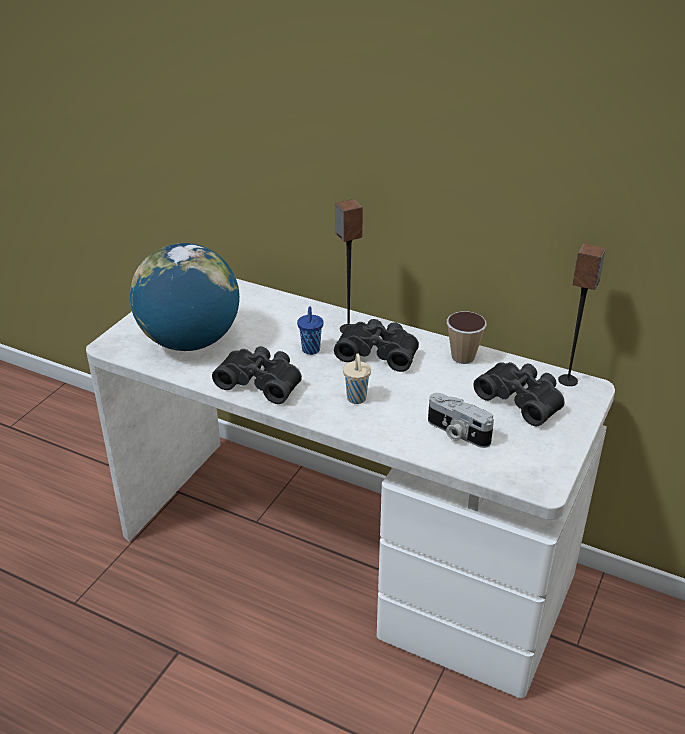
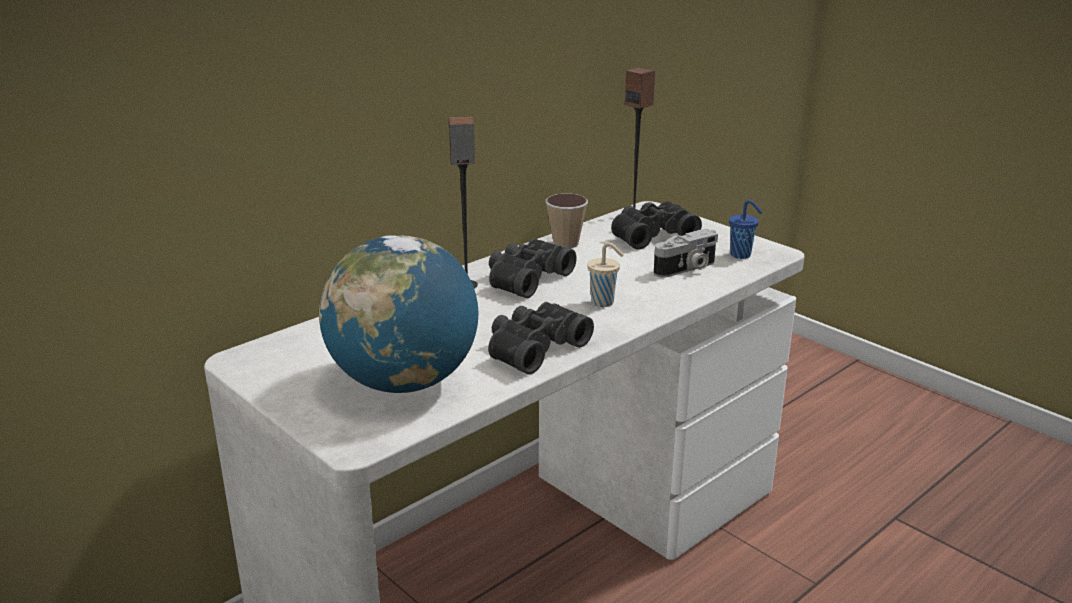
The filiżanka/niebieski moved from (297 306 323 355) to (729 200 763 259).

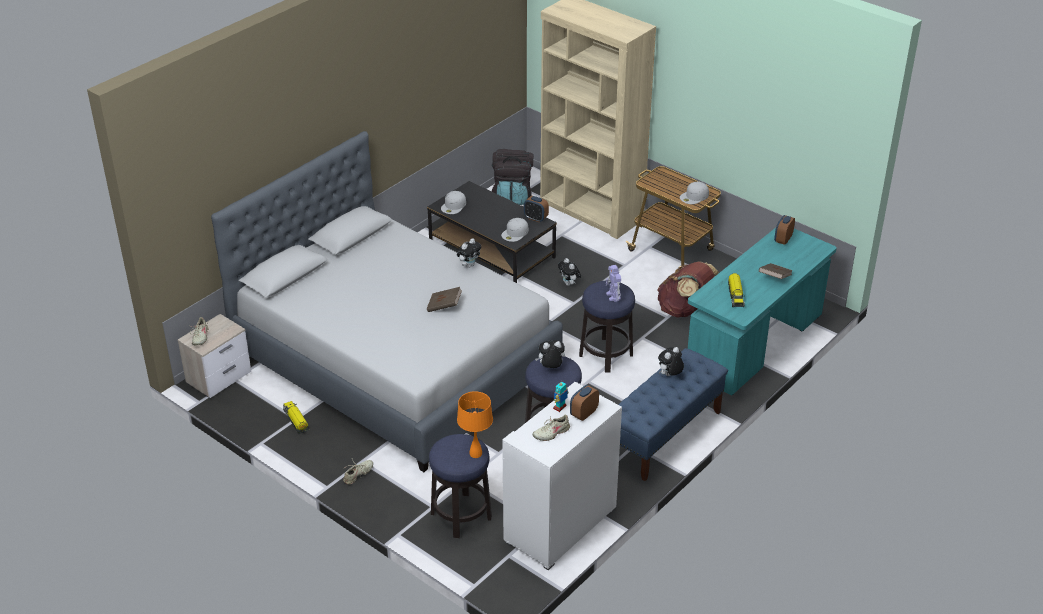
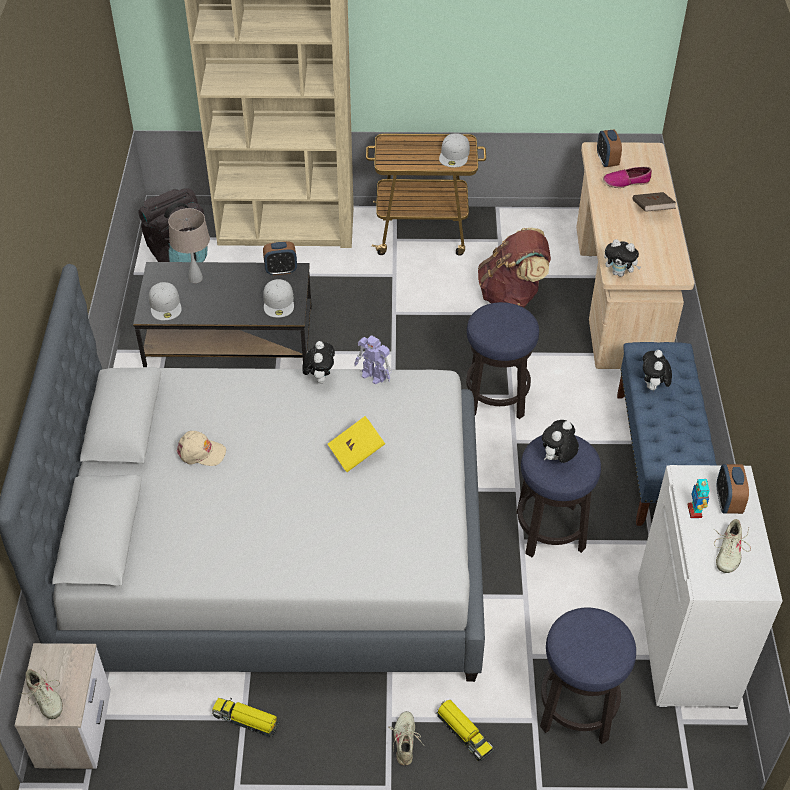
The książka/brązowy at (427 287 462 312) became the książka/żółty at (328 416 385 472).
The lampa stołowa/pomarańczowy at (457 391 493 458) disappeared.
The pluszak moved from (558 258 581 286) to (604 239 641 277).
The robot zabawkowy moved from (606 265 621 302) to (354 335 391 385).
The biurko/turkusowy at (688 228 837 396) became the biurko/beżowy at (576 142 694 369).
The ciężarówka zabawkowa moved from (728 273 745 307) to (436 700 493 761).
The lampa stołowa/beżowy at (168 208 210 283) appeared.
The czapka z daszkiem/beżowy at (176 431 226 466) appeared.
The but at (603 167 652 188) appeared.

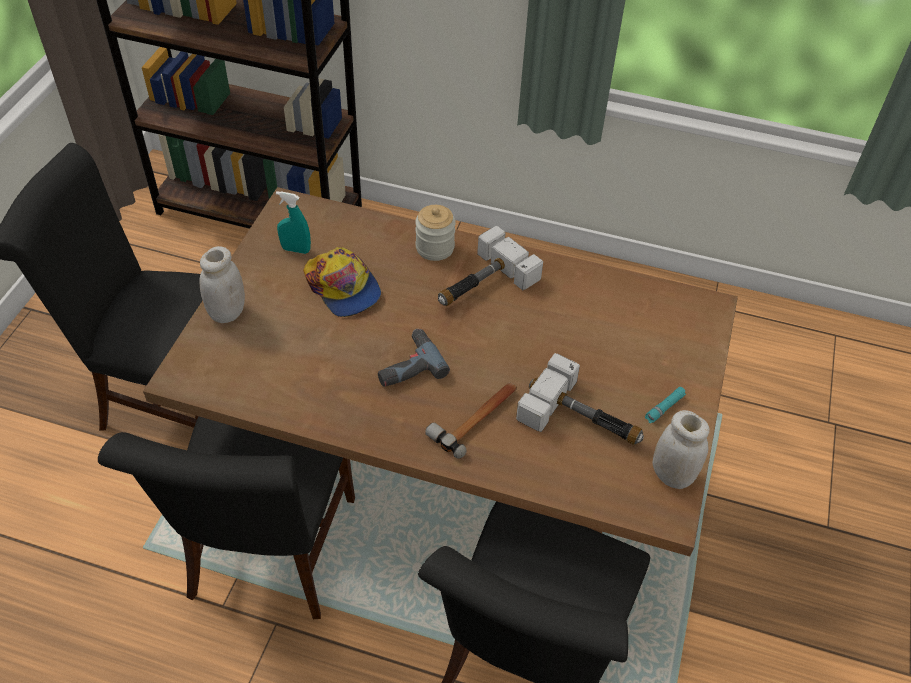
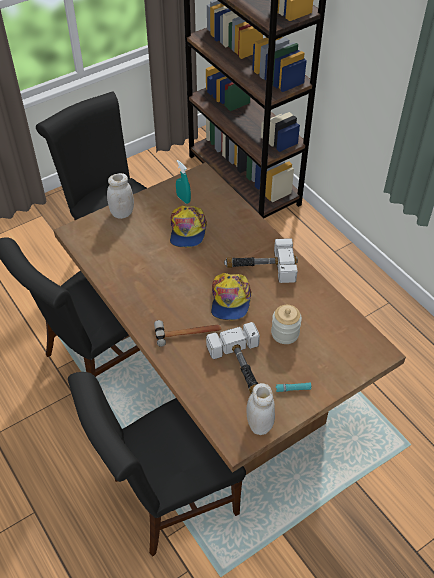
The wiertarka at (378 329 450 387) disappeared.
The słoik moved from (415 205 456 261) to (271 305 302 344).
The czapka z daszkiem at (211 273 252 320) appeared.

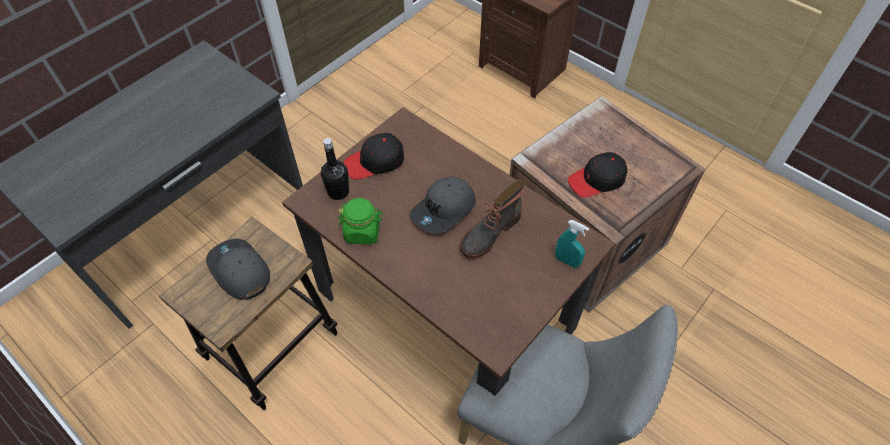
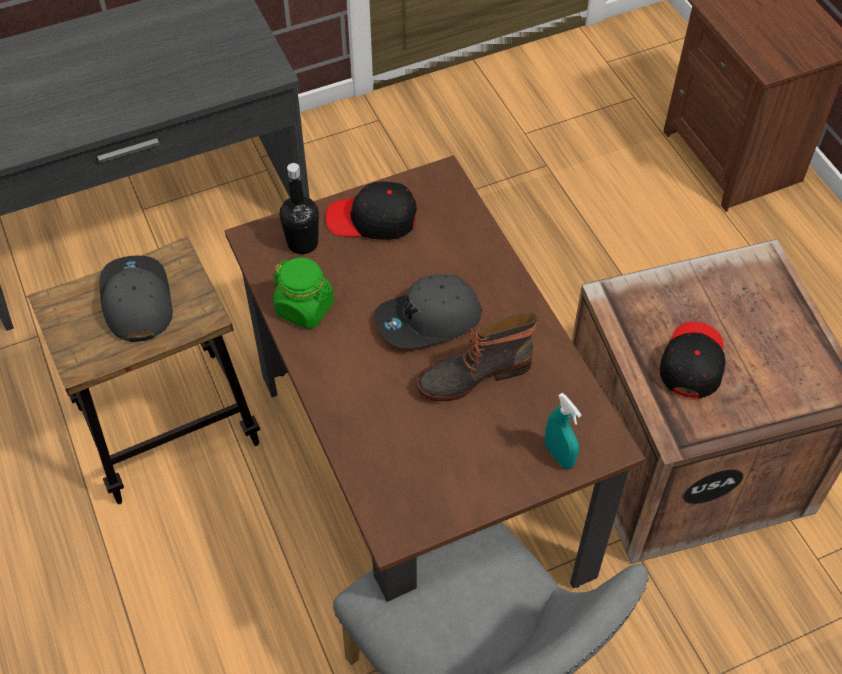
The czapka z daszkiem/czarny at (568 152 627 198) turned 105 degrees clockwise.

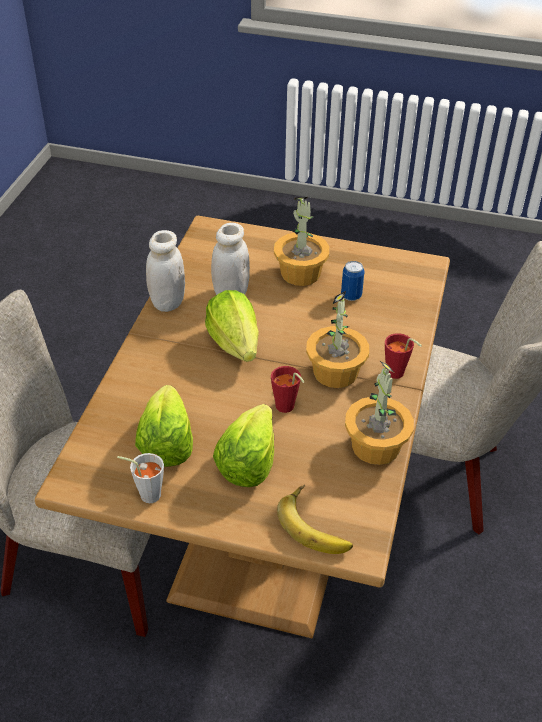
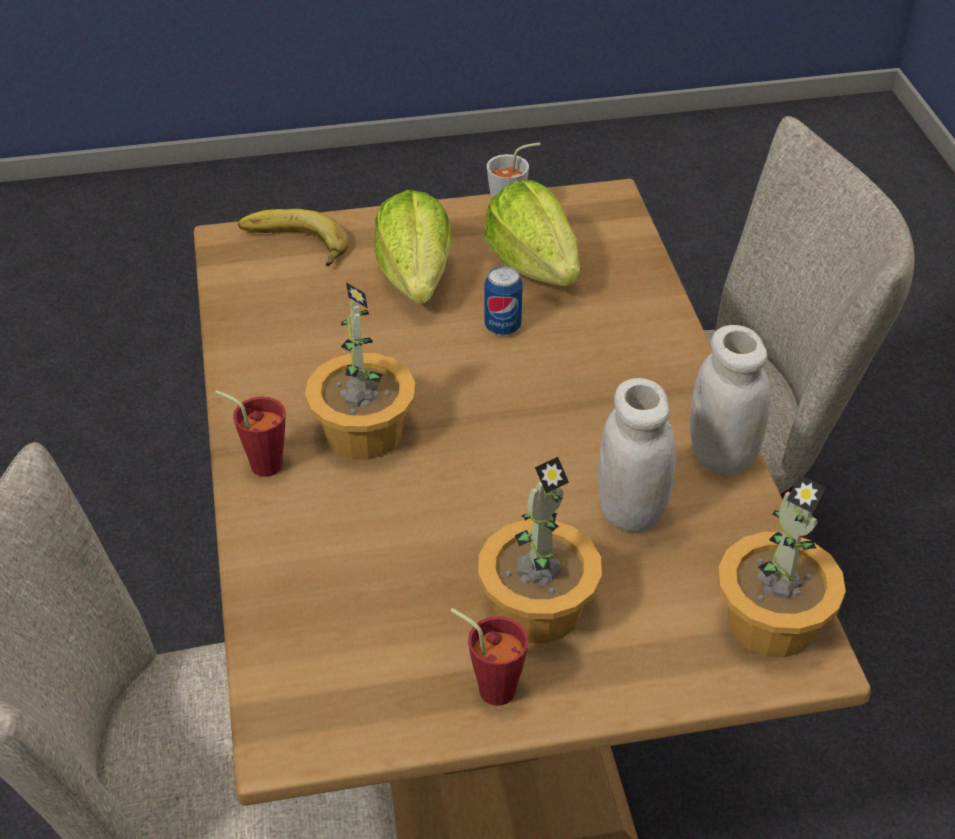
The sałata at (205 290 259 362) disappeared.
The filiżanka/czerwony moved from (271 366 305 413) to (450 608 529 706).
The puszka moved from (341 261 365 301) to (484 266 523 336).
The roślina doniczkowa moved from (345 360 414 465) to (718 475 846 658).

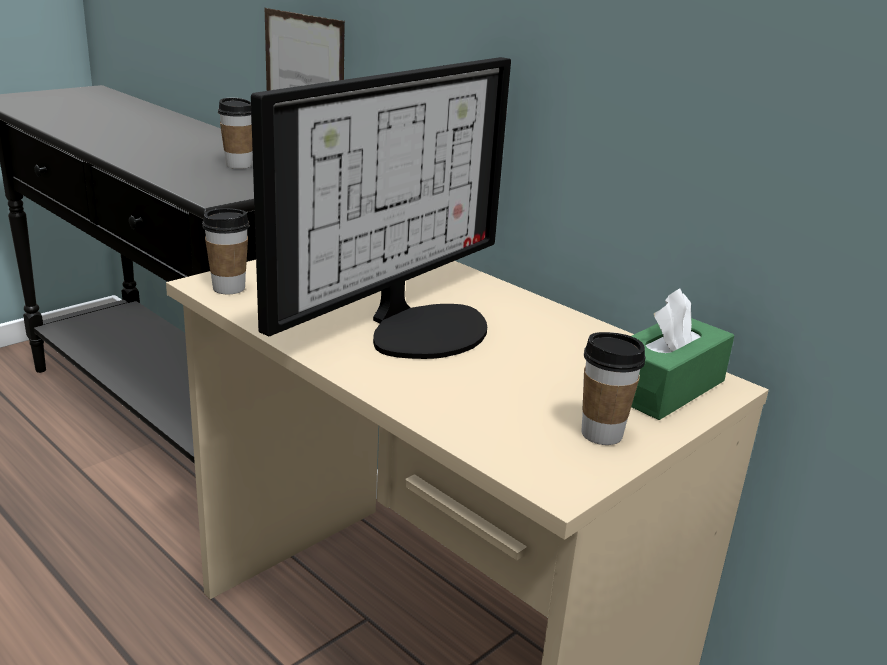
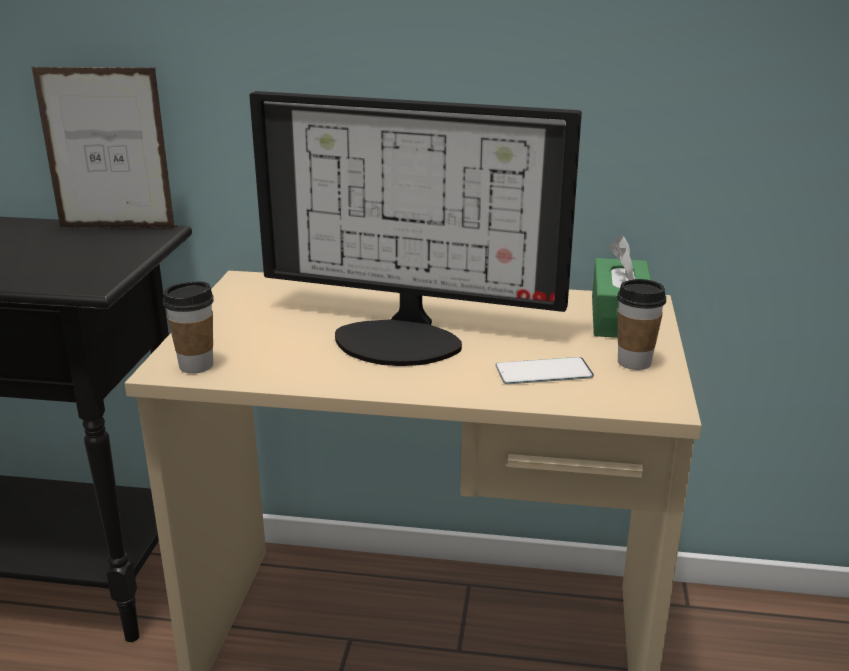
The filiżanka at (218 98 252 169) disappeared.
The monitor at (251 57 511 359) turned 105 degrees clockwise.
The telefon at (495 357 594 384) appeared.

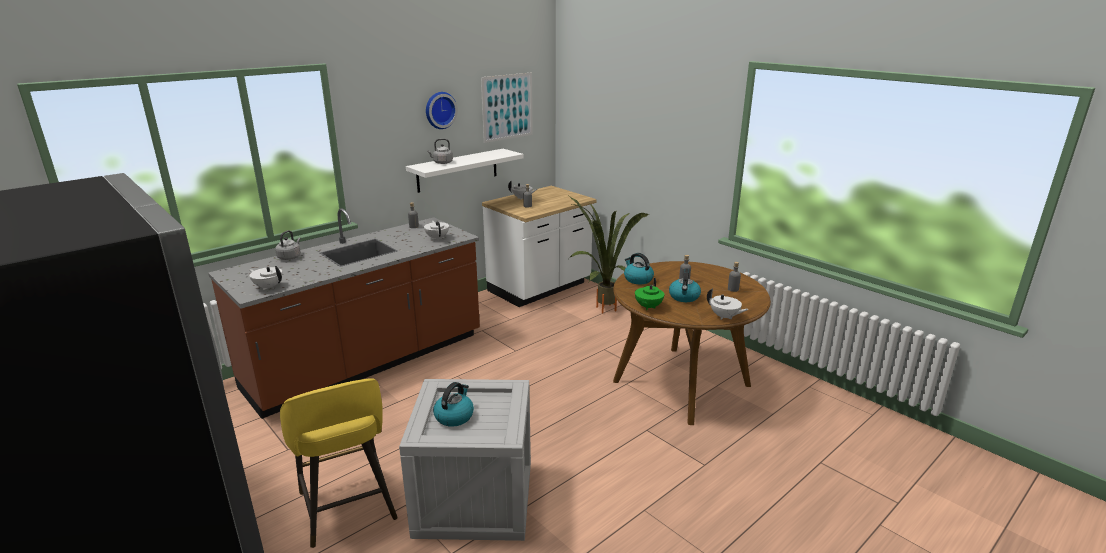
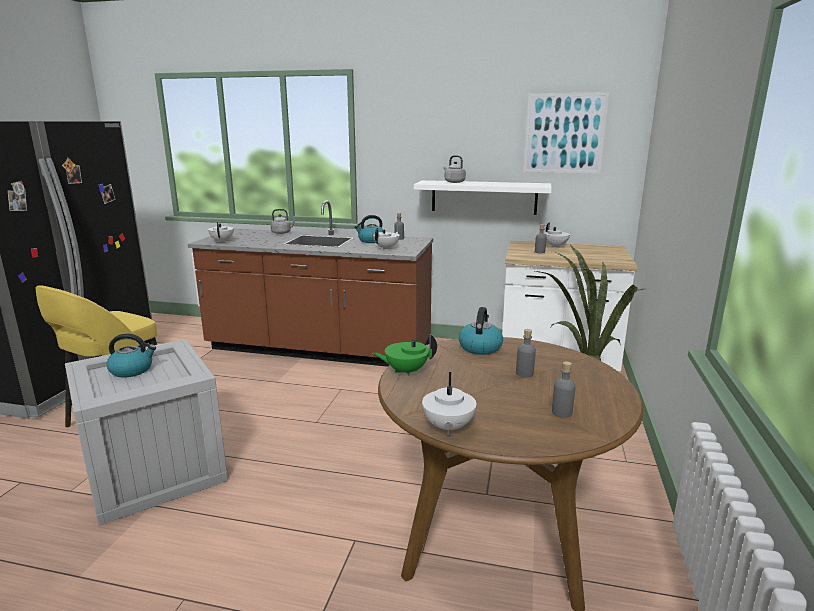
The zegar ścienny at (426 92 458 129) disappeared.
The czajnik moved from (669 268 701 302) to (354 215 383 243).

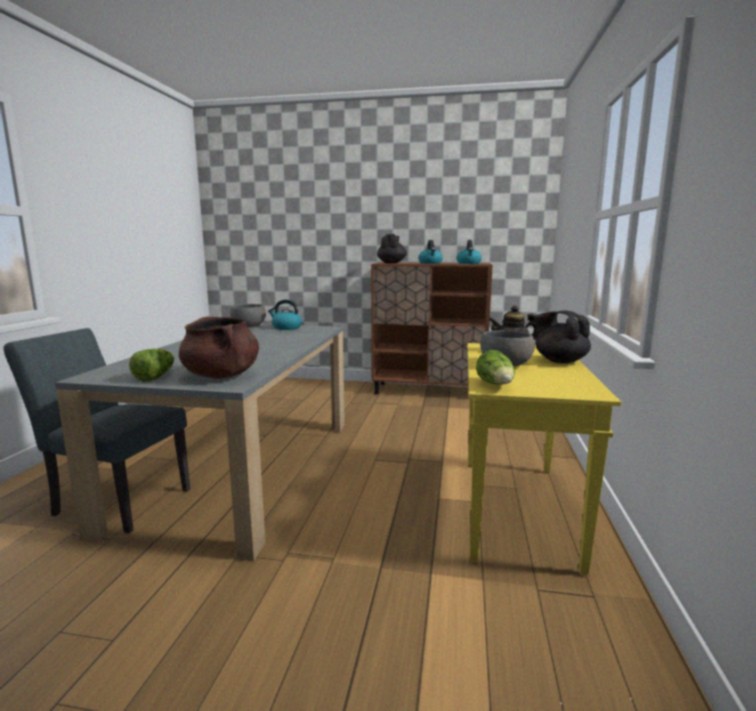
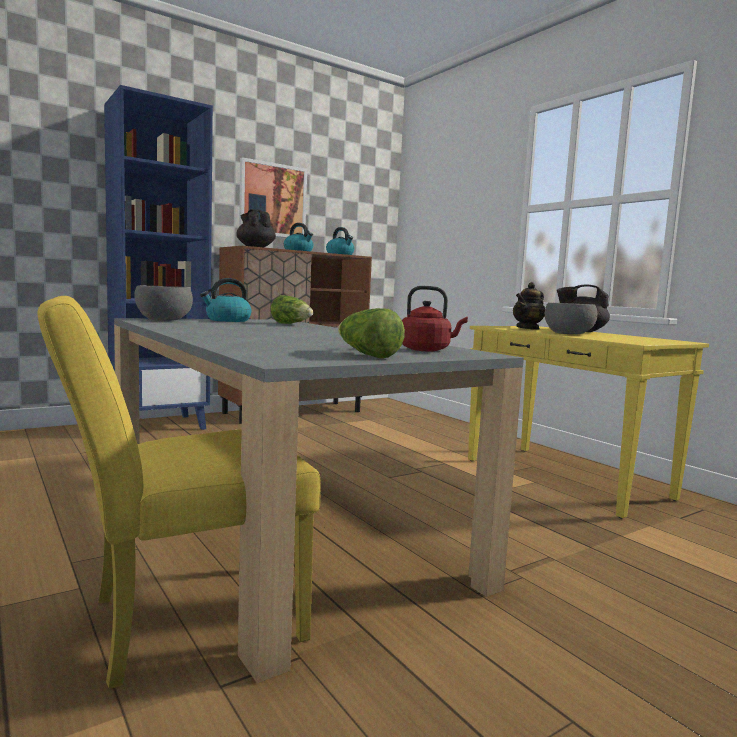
The krzesło/szary at (3 328 190 534) became the krzesło/żółty at (38 296 321 689).
The garnek/brązowy at (179 317 259 379) was replaced by the czajnik/czerwony at (402 286 468 351).
The sałata moved from (476 350 515 385) to (271 295 314 324).
The regał/niebieski at (104 85 213 430) appeared.
The obraz at (239 157 307 238) appeared.

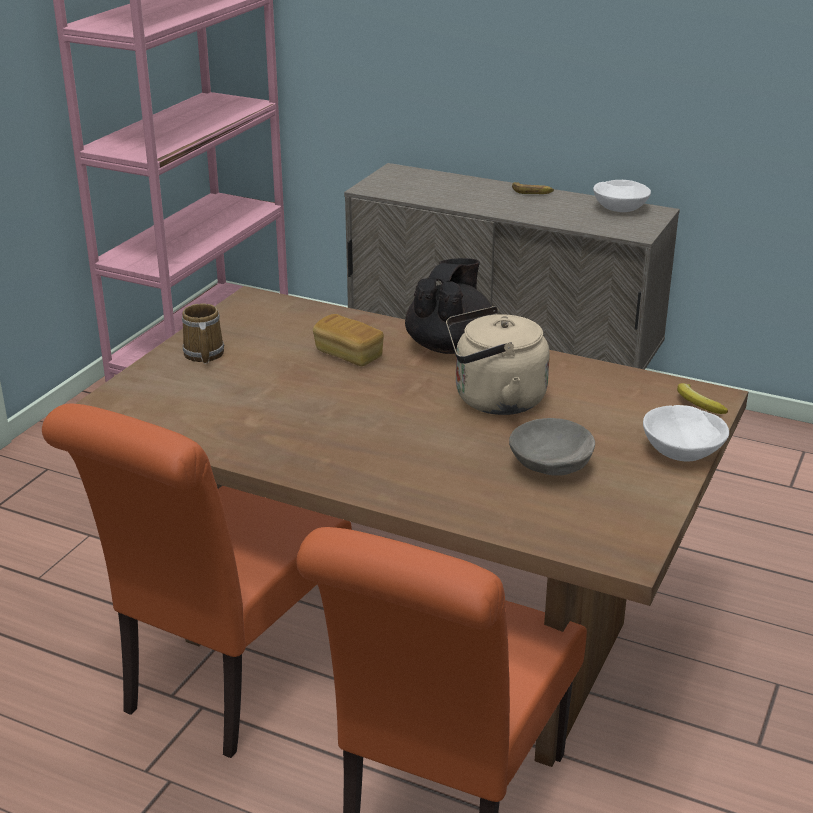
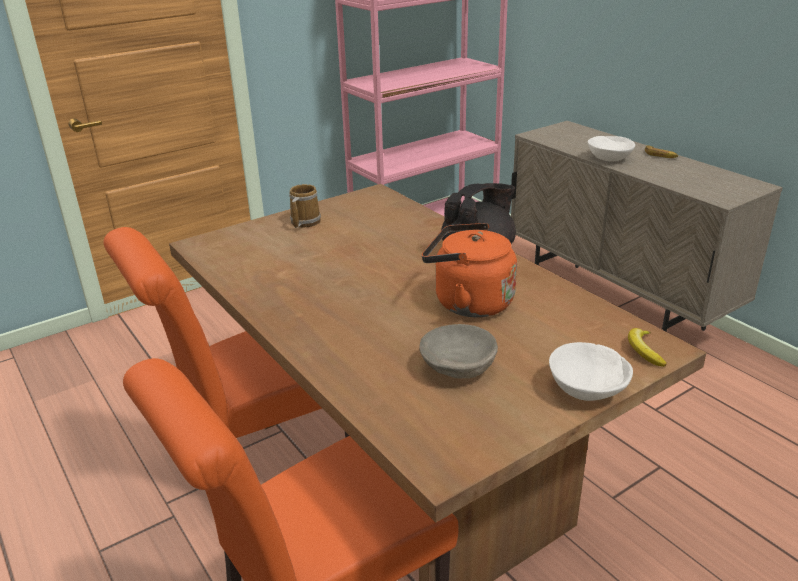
The chleb at (313 314 384 366) disappeared.
The czajnik/beżowy at (446 306 550 415) became the czajnik/pomarańczowy at (422 223 517 317).
The miska/biały moved from (593 180 651 212) to (588 136 635 162).

